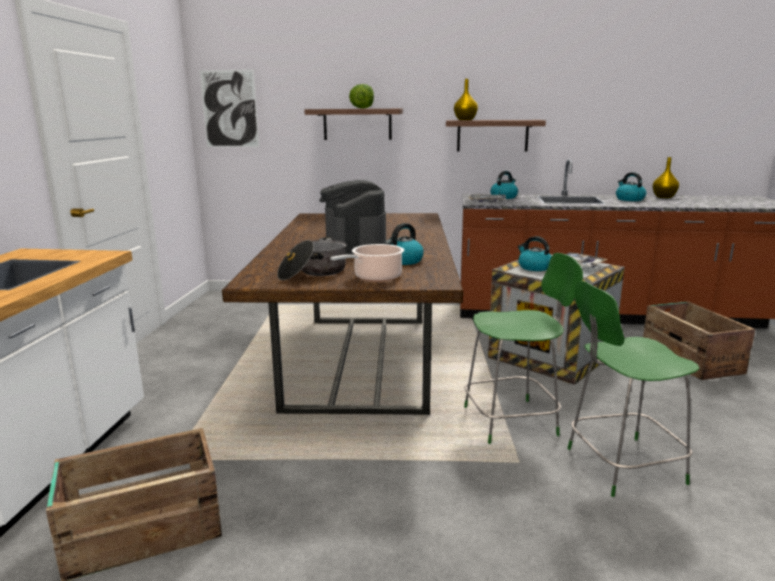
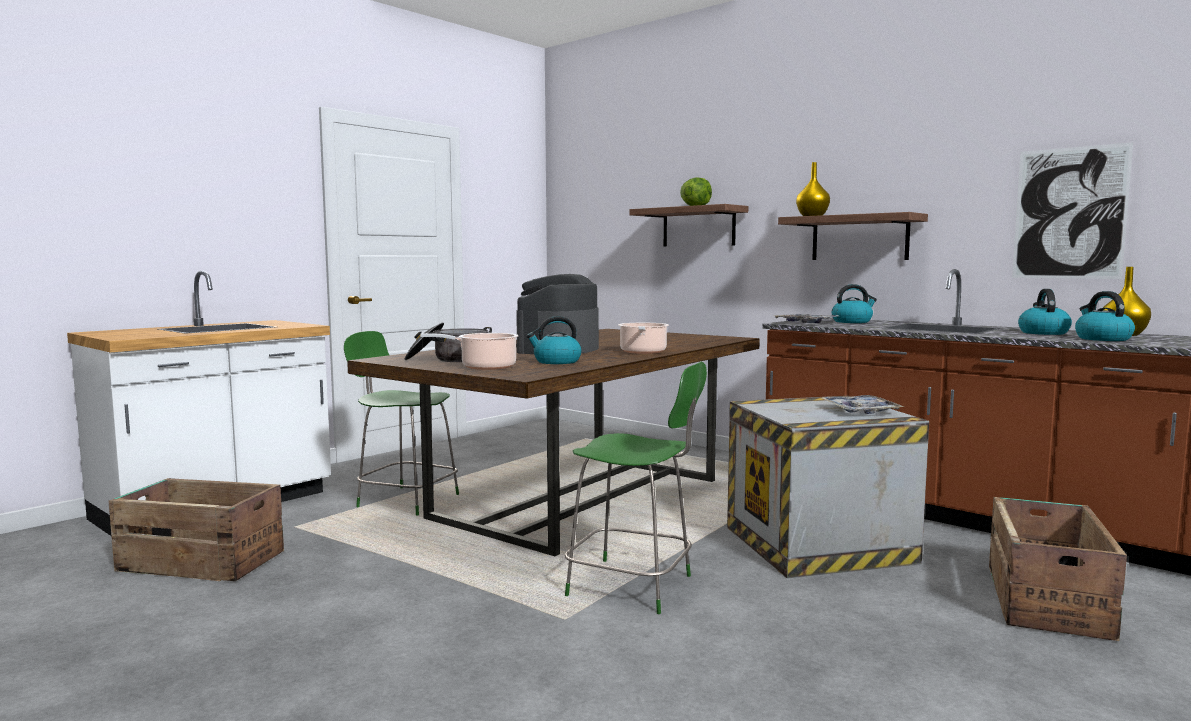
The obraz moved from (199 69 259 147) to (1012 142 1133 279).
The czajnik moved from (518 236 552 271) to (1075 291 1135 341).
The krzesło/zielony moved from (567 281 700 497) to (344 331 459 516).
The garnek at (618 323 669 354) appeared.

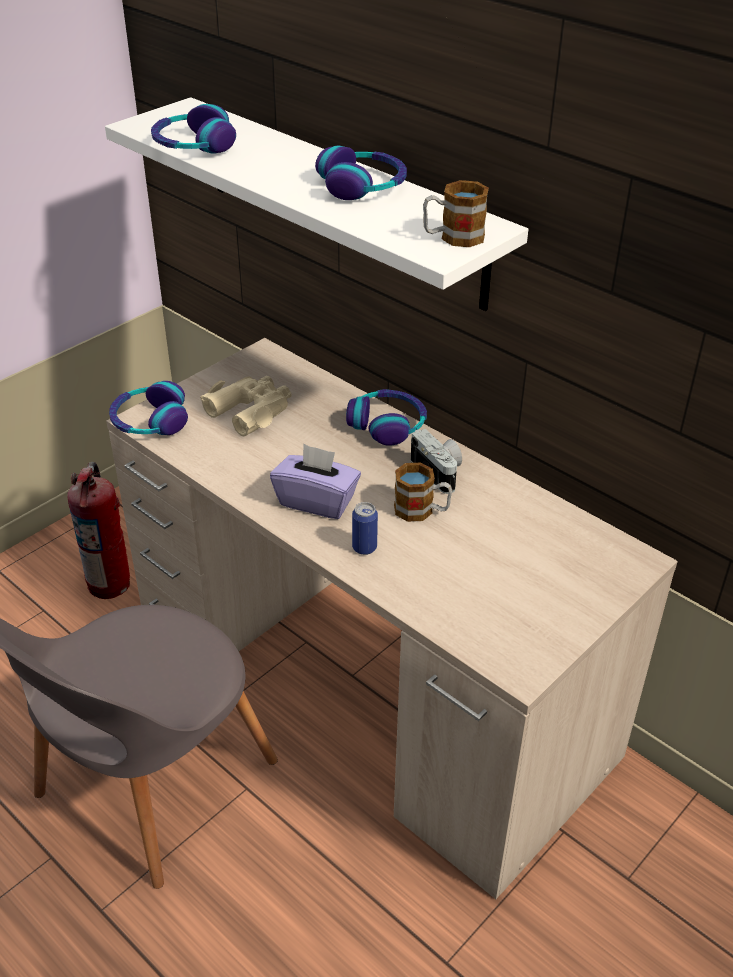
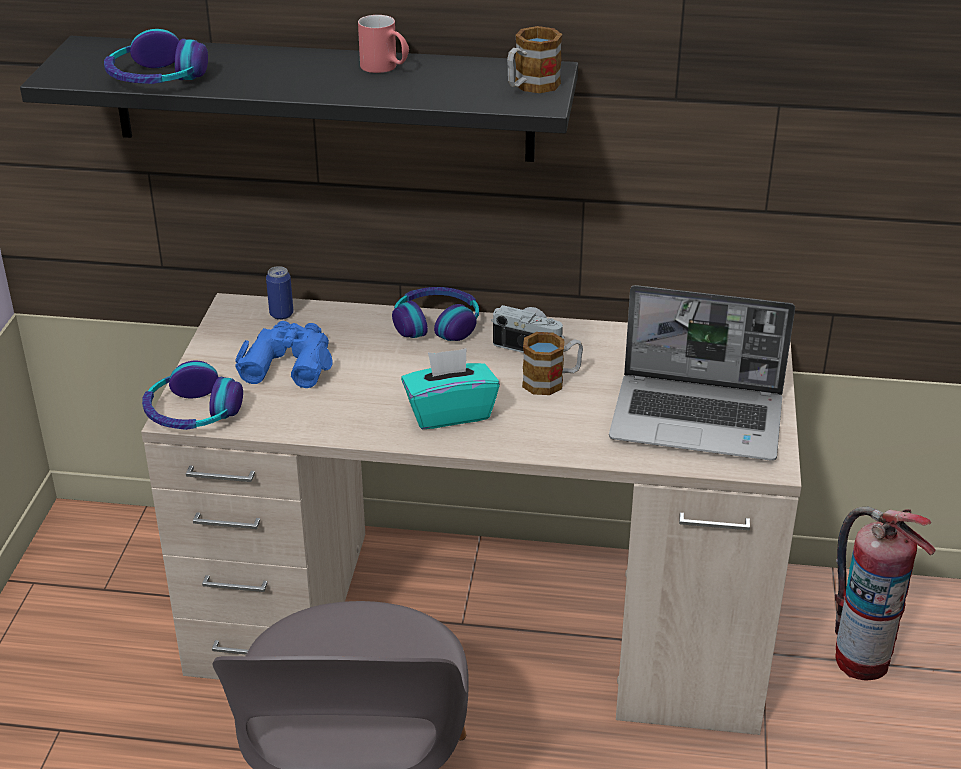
The gaśnica moved from (67 462 130 599) to (835 507 936 681).
The półka/biały at (105 97 528 311) became the półka/czarny at (20 36 578 162).
The lornetka/beżowy at (200 376 291 437) became the lornetka/niebieski at (235 321 332 388).
The pudełko chusteczek/fioletowy at (270 444 361 519) became the pudełko chusteczek/turkusowy at (401 348 500 429).
The słuchawki at (315 146 407 200) was replaced by the kubek/czerwony at (358 15 409 73).
The puszka moved from (352 502 378 555) to (266 266 293 320).
The laptop at (609 285 795 461) appeared.

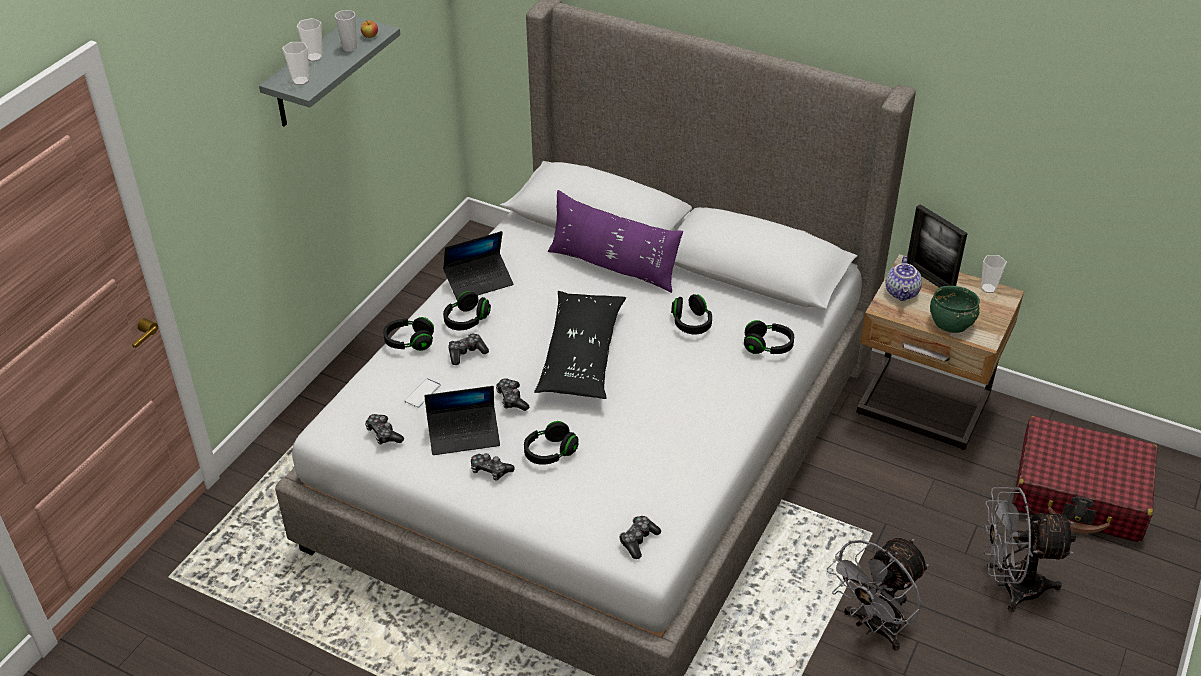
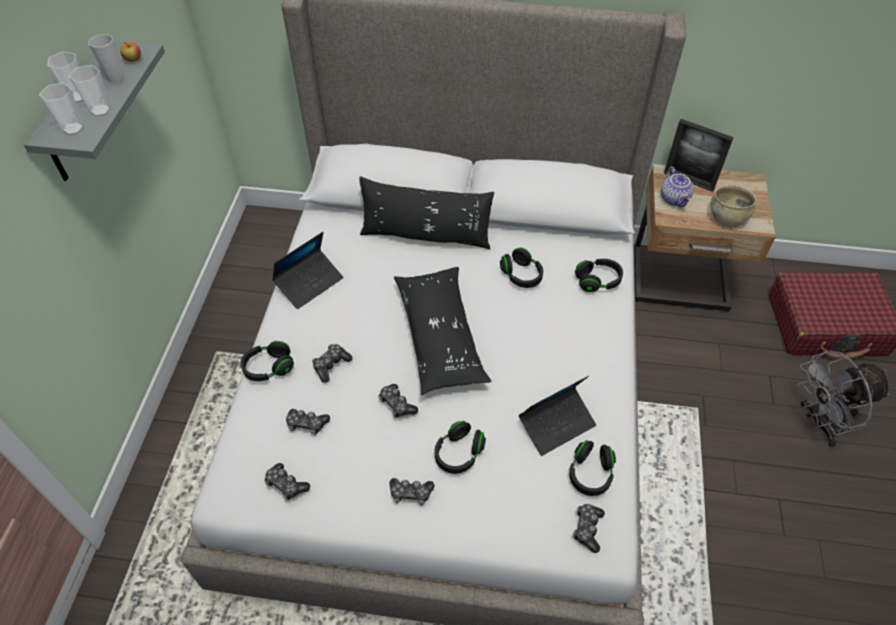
The telefon at (405 378 441 408) was replaced by the pad do gier at (286 409 330 435).
The laptop moved from (424 386 500 455) to (519 376 596 456).
The słuchawki/czarny moved from (443 291 491 330) to (569 440 616 496).
The poduszka/fioletowy at (548 190 683 293) became the poduszka/czarny at (359 177 494 249).
The wentylator/szary at (827 538 929 651) disappeared.
The miska/zielony at (930 286 980 333) became the miska/beżowy at (710 185 756 227).
The filiżanka moved from (981 255 1007 293) to (69 65 110 117).

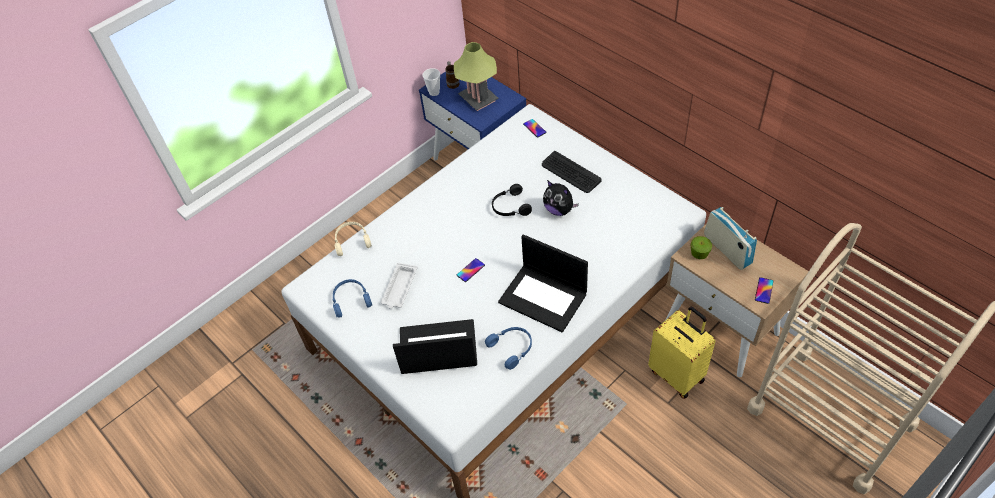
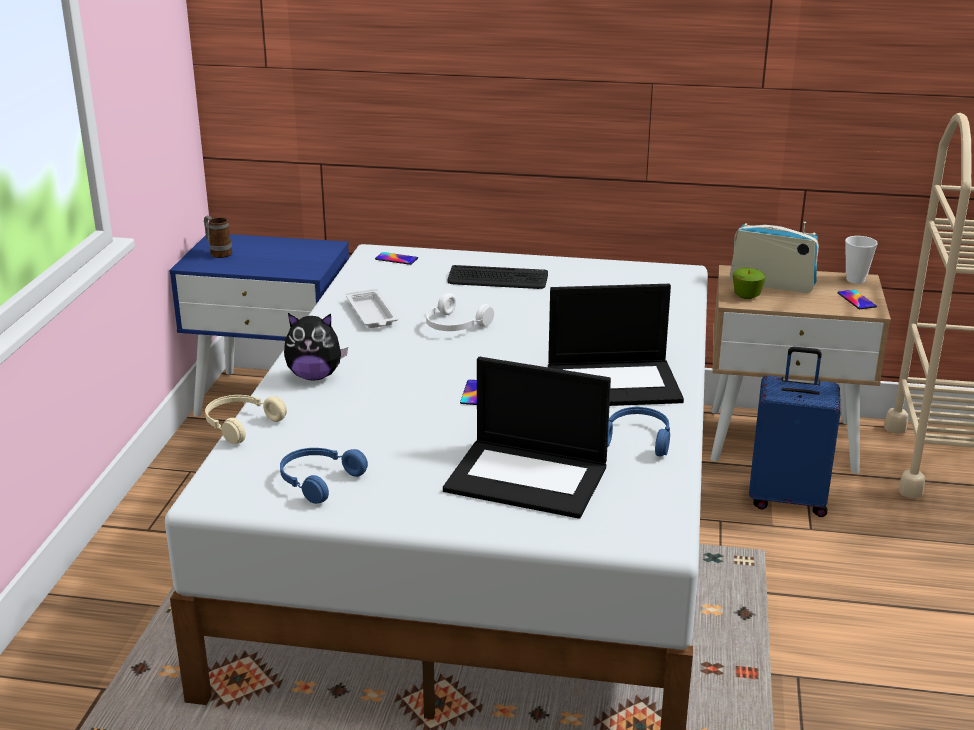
The taca/biały moved from (381 263 417 309) to (345 289 398 328).
The laptop at (393 319 477 374) turned 120 degrees counterclockwise.
The filiżanka moved from (422 68 440 96) to (845 236 878 284).
The lampa stołowa at (454 42 499 111) disappeared.
The słuchawki/czarny at (492 184 532 216) became the słuchawki/biały at (426 293 494 331).
The pluszak moved from (543 180 579 216) to (284 313 348 381).
The walizka/żółty at (648 306 716 399) became the walizka/niebieski at (749 347 840 517).

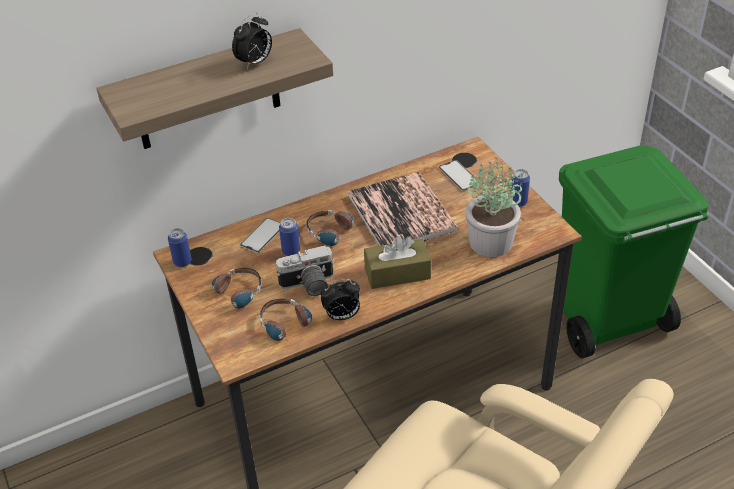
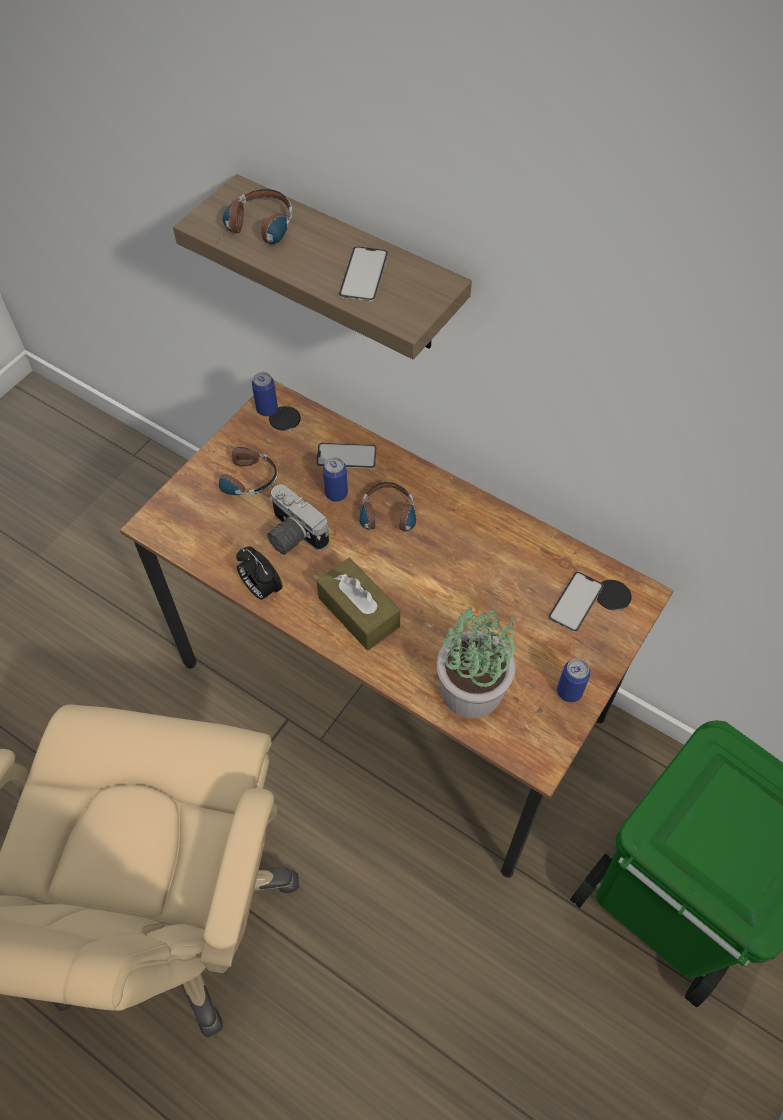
The budzik at (232 13 272 69) was replaced by the telefon at (339 246 388 302).
The słuchawki moved from (260 299 312 346) to (215 189 293 245).
The książka at (348 172 459 246) disappeared.

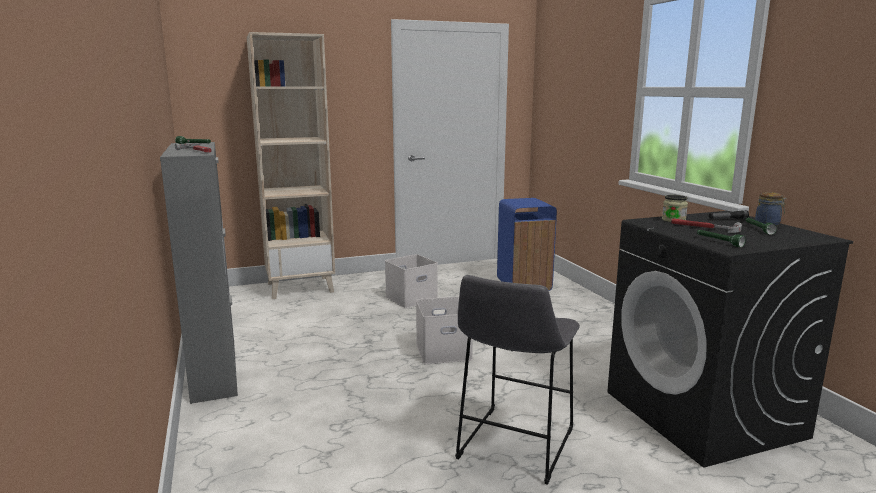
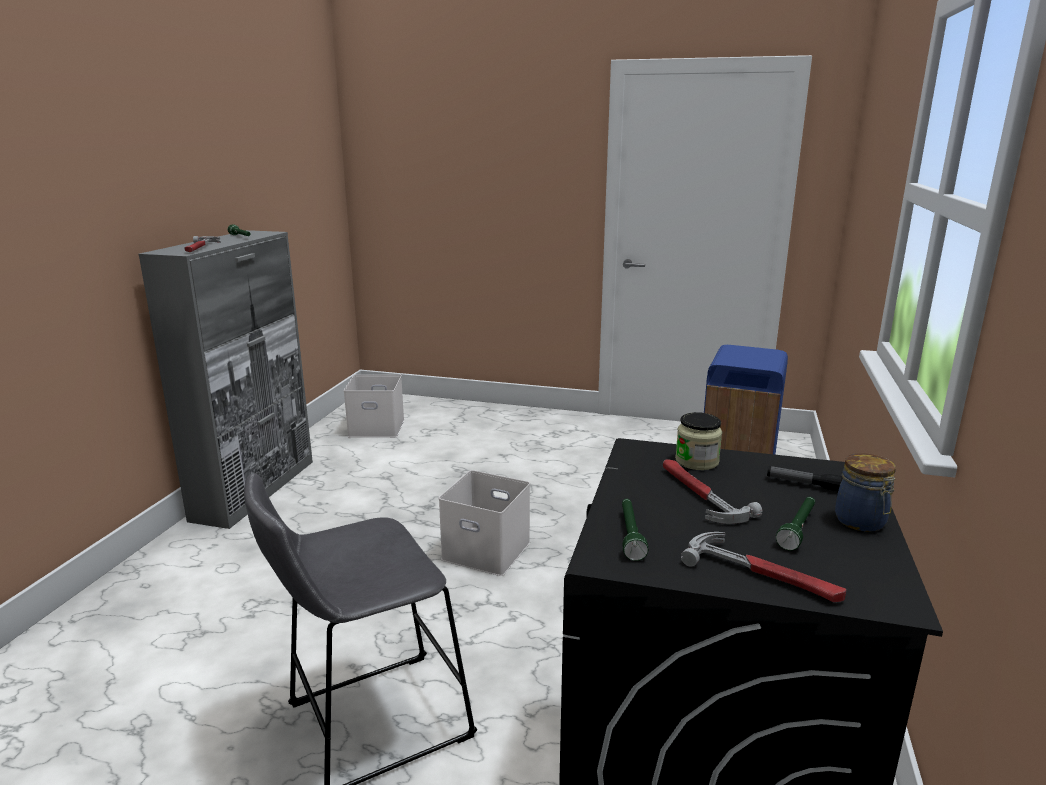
The regał/beżowy at (247 32 335 299) disappeared.
The pojemnik do przechowywania/biały moved from (385 254 438 308) to (344 374 404 438).
The młotek at (681 532 846 602) appeared.

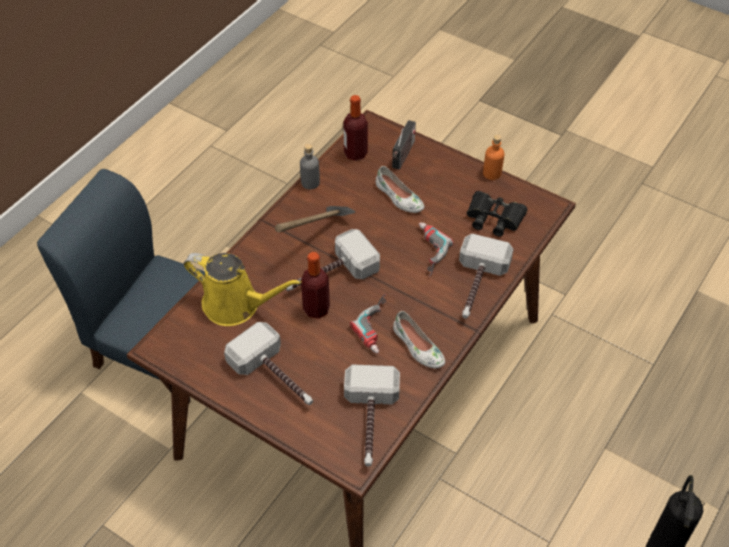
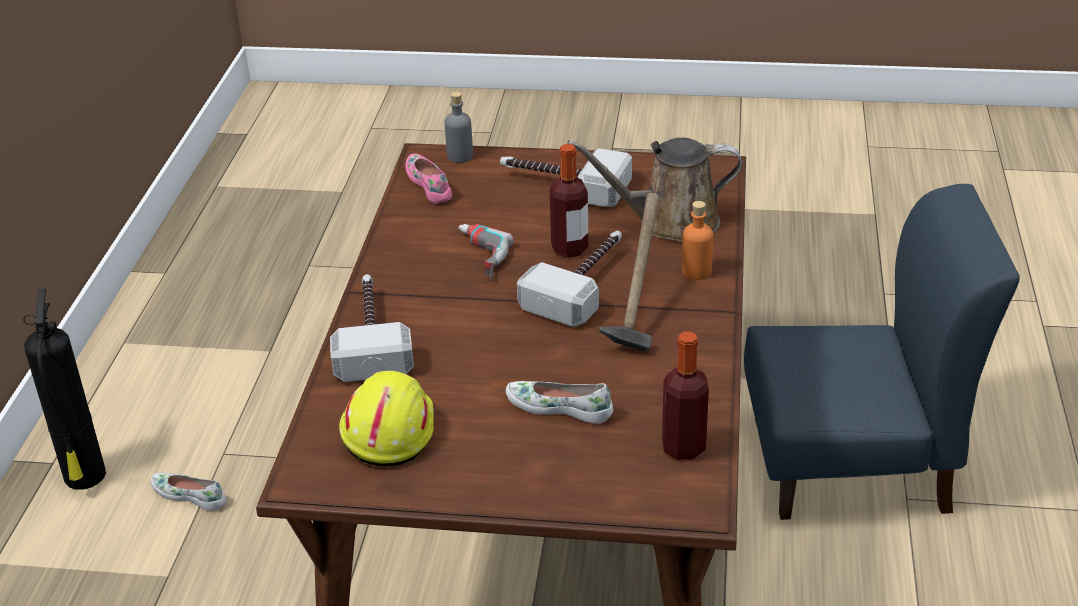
The konewka/żółty at (184 253 302 326) became the konewka/brązowy at (567 137 742 242).
The butelka/szary moved from (300 144 320 189) to (445 91 473 163).
The młotek at (344 364 400 466) was replaced by the but/różowy at (405 153 452 203).
The radio at (392 120 416 170) disappeared.
The but/biały moved from (393 311 445 368) to (150 473 226 511).
The wiertarka at (419 222 453 277) disappeared.
The lornetka/czarny at (467 191 528 236) was replaced by the kask/żółty at (339 371 434 467).
The butelka/pomarańczowy moved from (483 134 505 180) to (682 201 713 280).

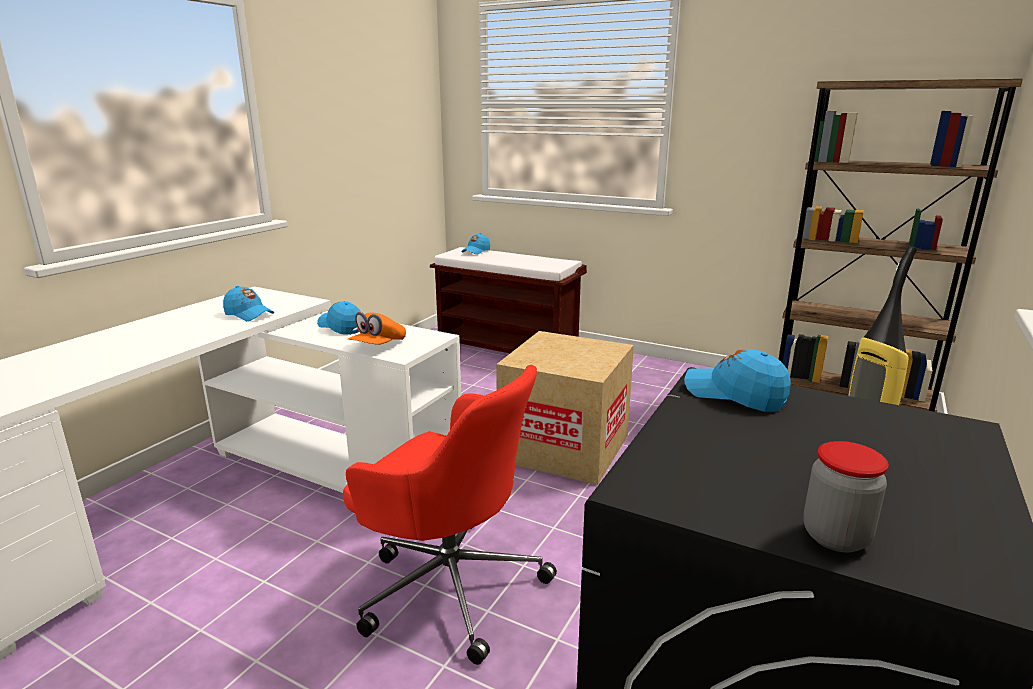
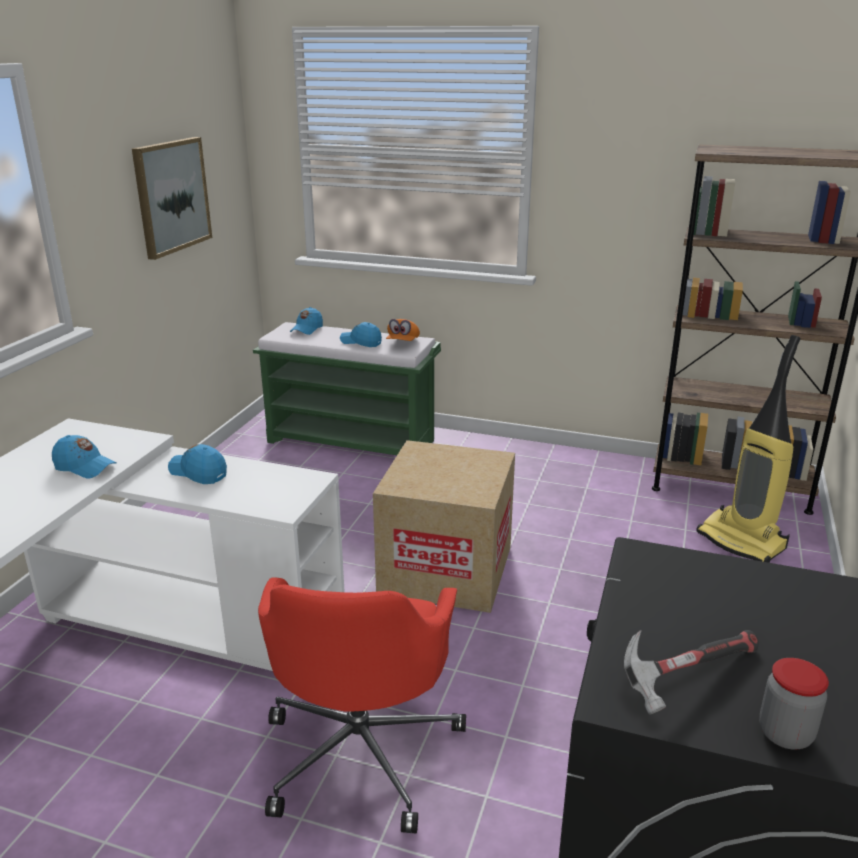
The krzesło biurowe/czerwony at (343 365 557 665) turned 75 degrees clockwise.
The czapka z daszkiem/pomarańczowy moved from (348 312 406 345) to (386 319 420 341).
The ławka/brązowy at (430 247 587 353) became the ławka/zielony at (253 322 441 455).
The czapka z daszkiem/niebieski moved from (684 349 790 412) to (340 322 382 347).
The obraz at (132 137 212 260) appeared.
The młotek at (624 630 759 715) appeared.

